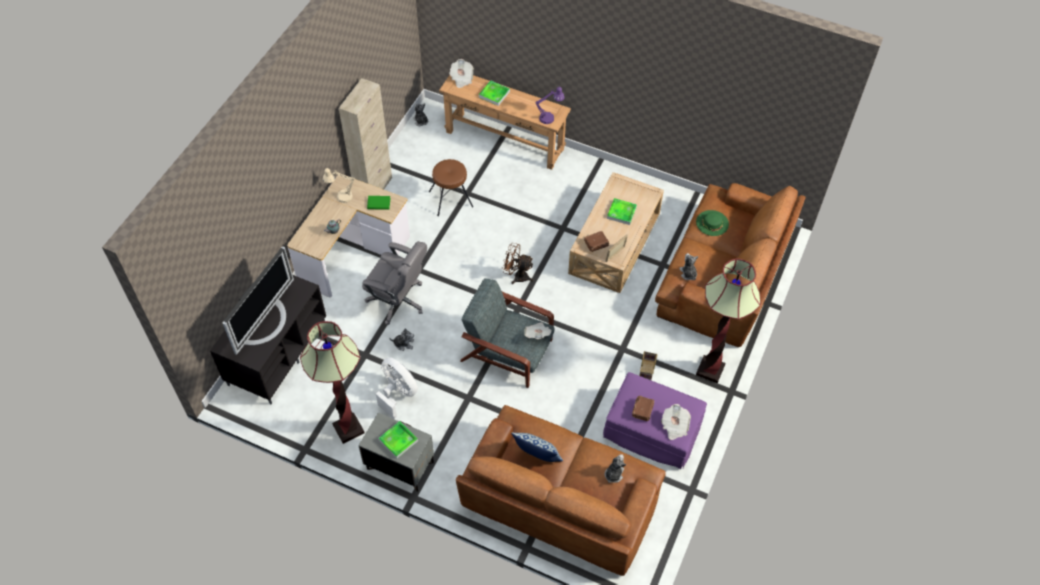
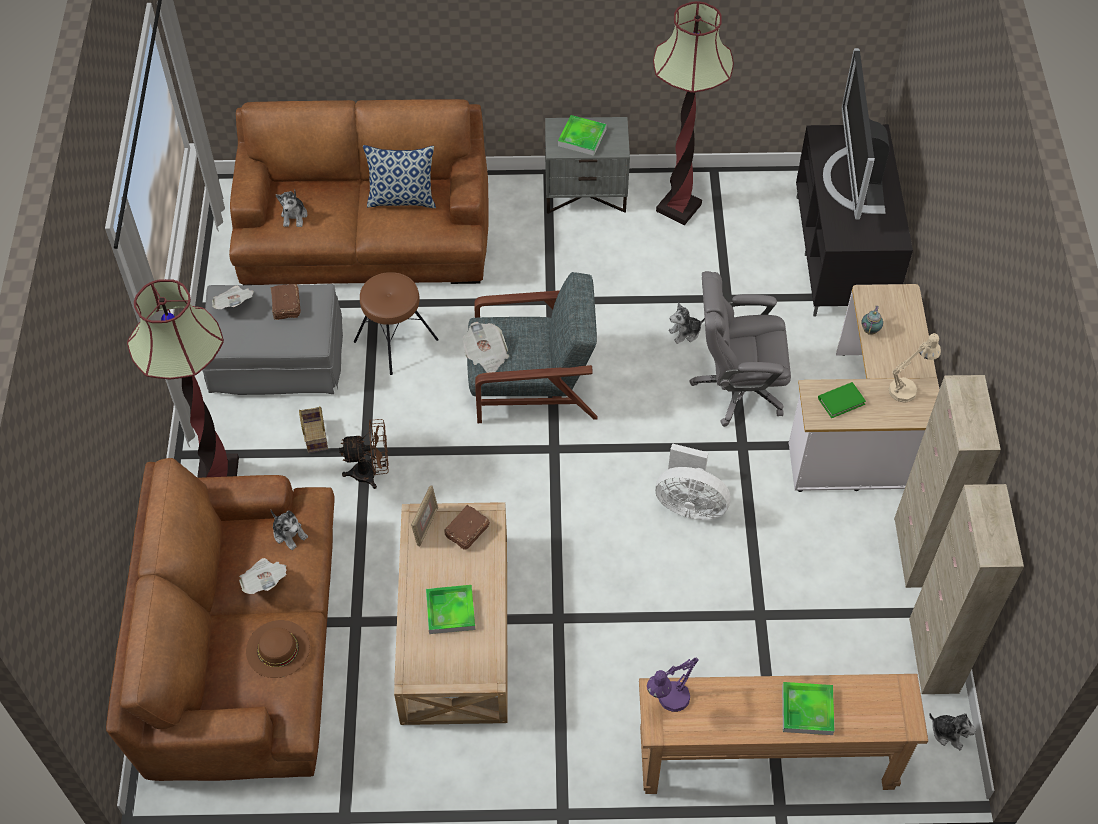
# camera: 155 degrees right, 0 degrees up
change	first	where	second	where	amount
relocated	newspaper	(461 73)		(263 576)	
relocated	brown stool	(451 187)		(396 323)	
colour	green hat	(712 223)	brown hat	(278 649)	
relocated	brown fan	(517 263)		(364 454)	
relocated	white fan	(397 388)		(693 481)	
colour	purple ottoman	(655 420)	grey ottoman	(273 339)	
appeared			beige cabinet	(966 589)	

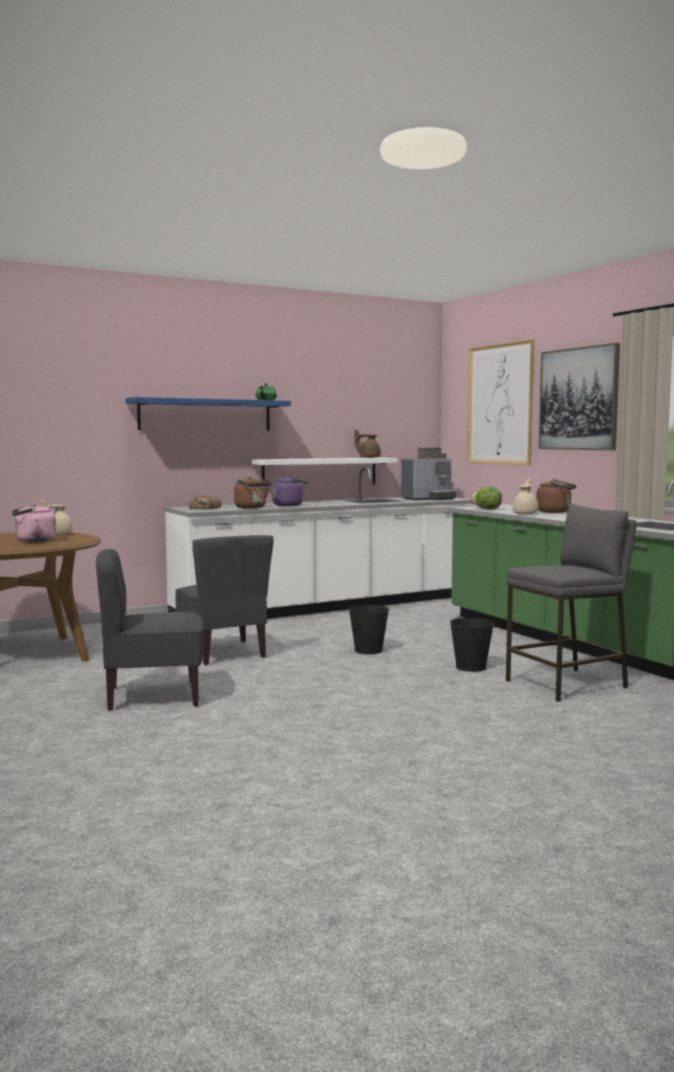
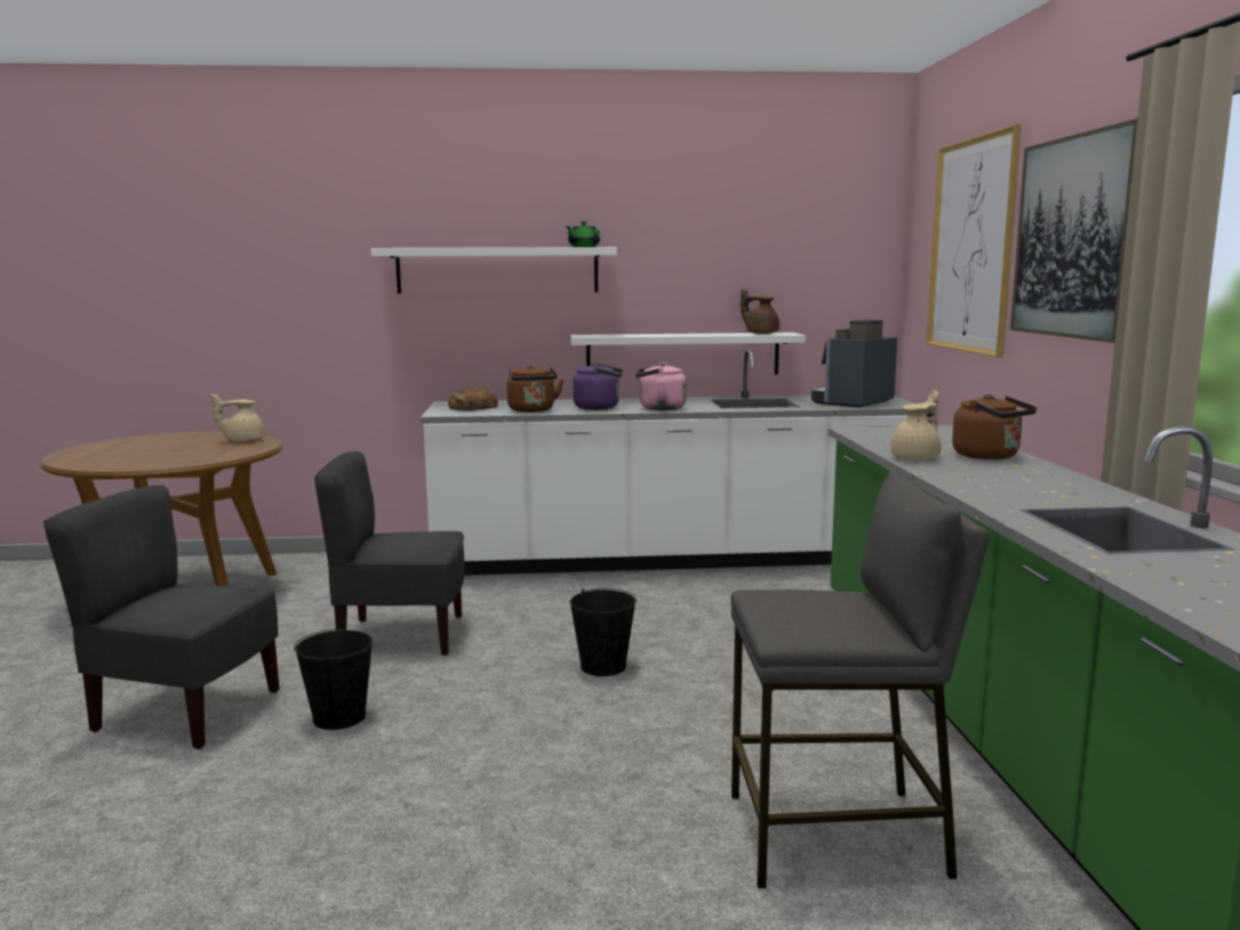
# camera: 25 degrees right, 5 degrees up
change	first	where	second	where	amount
colour	blue shelf	(208 414)	white shelf	(494 270)	
spun	coffee machine	(428 474)		(854 363)	135 degrees clockwise
missing	lettuce	(486 498)			
relocated	pink kettle	(34 523)		(661 386)	
spun	grey chair	(224 600)		(389 553)	90 degrees clockwise
relocated	black bucket	(472 644)		(333 678)	

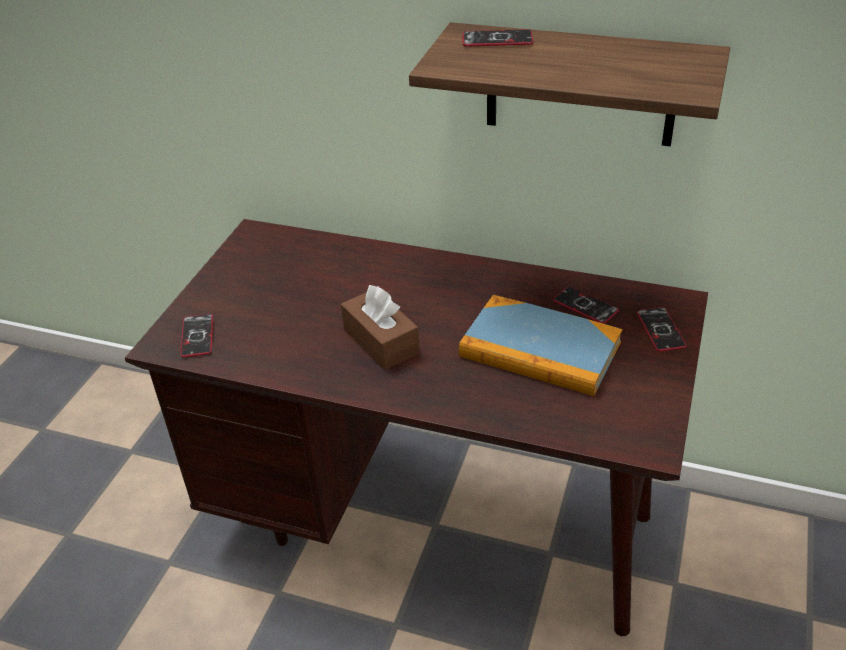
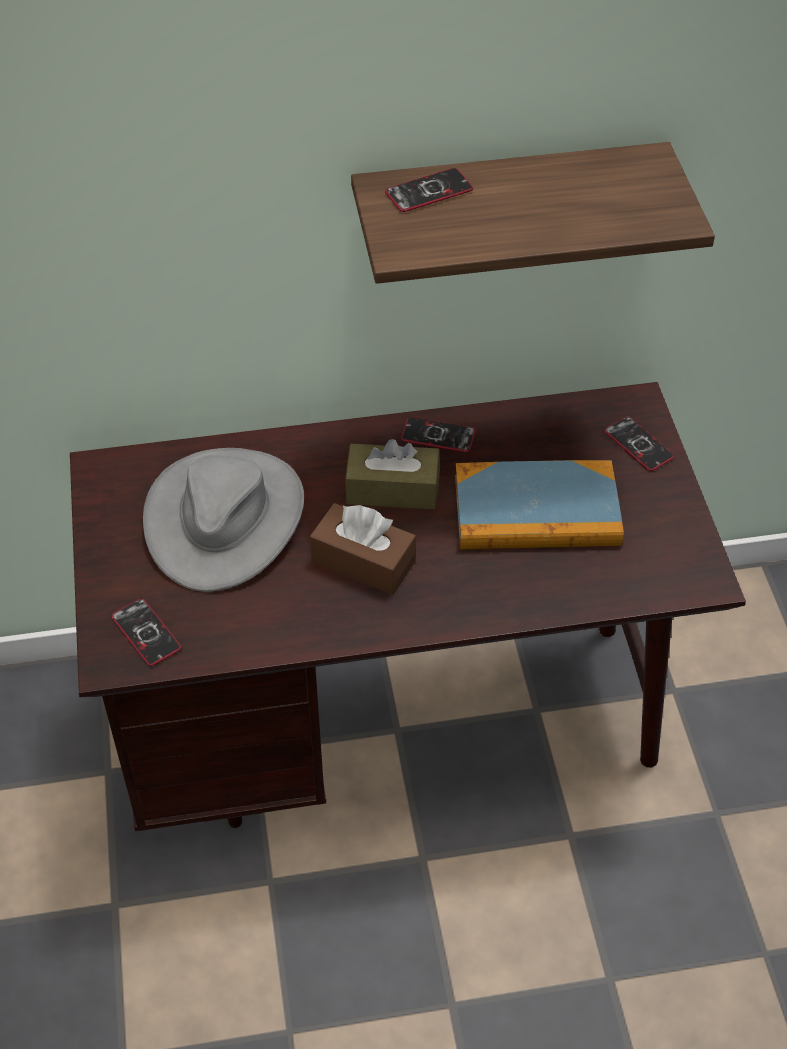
# camera: 30 degrees left, 10 degrees up
change	first	where	second	where	amount
relocated	phone	(586 305)		(438 434)	
appeared			brown tissue box	(392 474)	
appeared			grey hat	(223 520)	

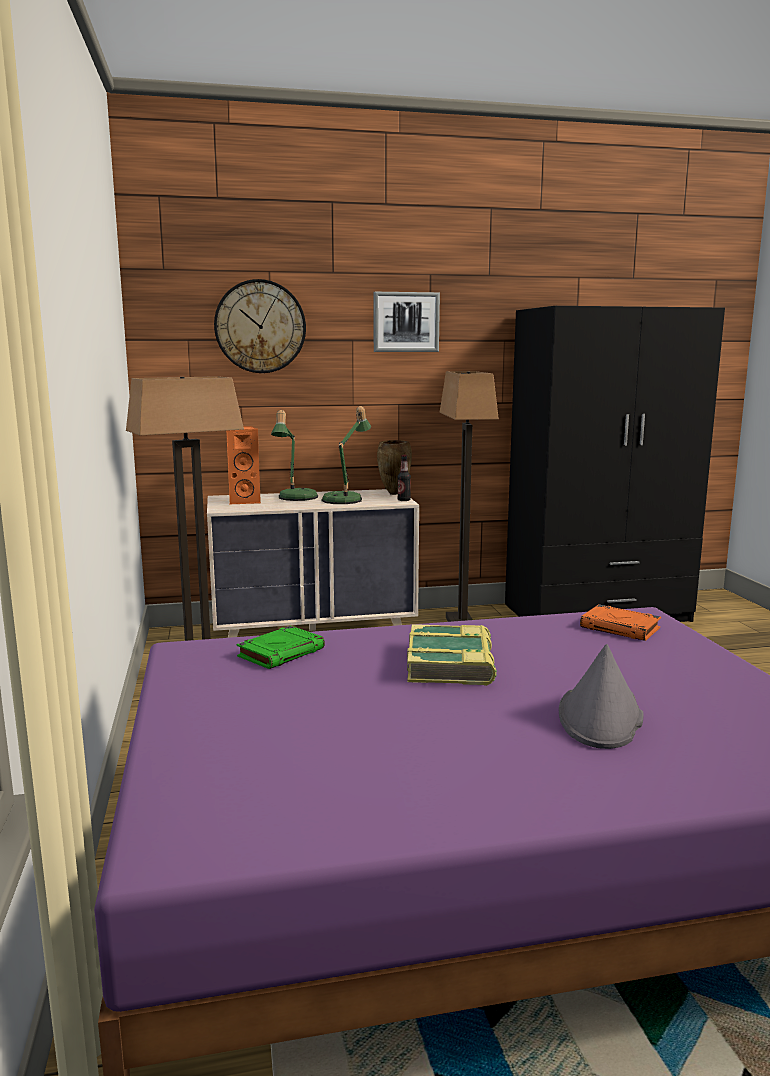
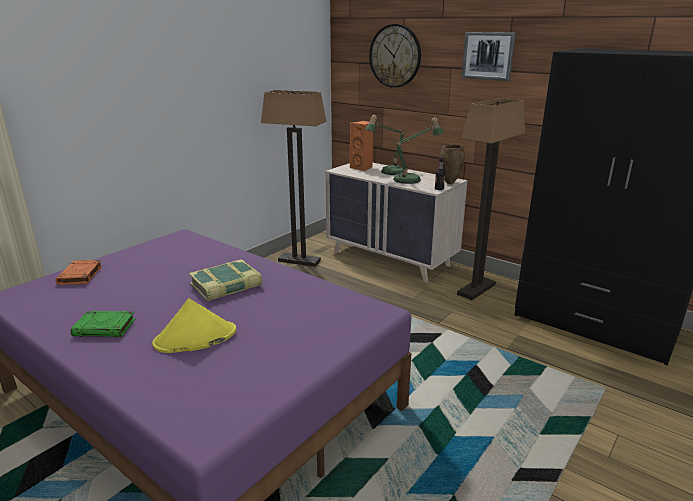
# camera: 50 degrees right, 10 degrees up
change	first	where	second	where	amount
relocated	orange book	(620 622)		(78 272)	
relocated	green book	(281 647)		(103 324)	
colour	grey hat	(601 696)	yellow hat	(194 326)	

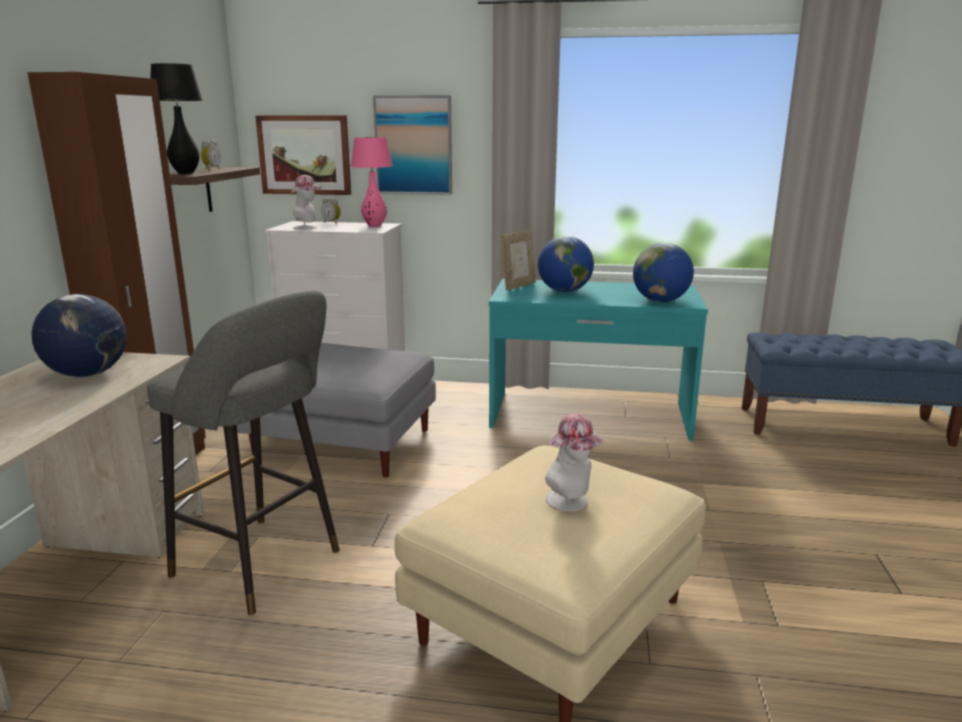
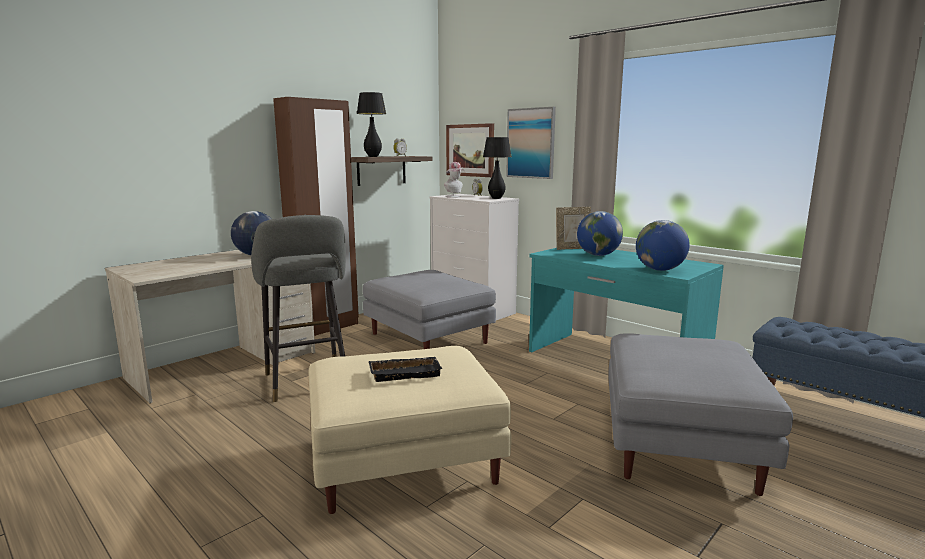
# camera: 35 degrees right, 5 degrees down
change	first	where	second	where	amount
colour	pink table lamp	(371 182)	black table lamp	(497 168)	
exchanged	hat	(575 462)	black tray	(405 369)	
appeared			grey ottoman	(700 414)	

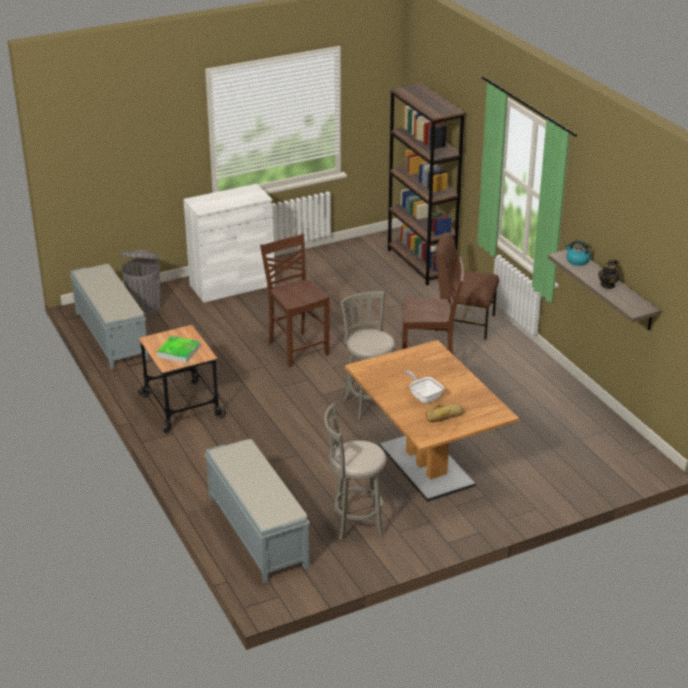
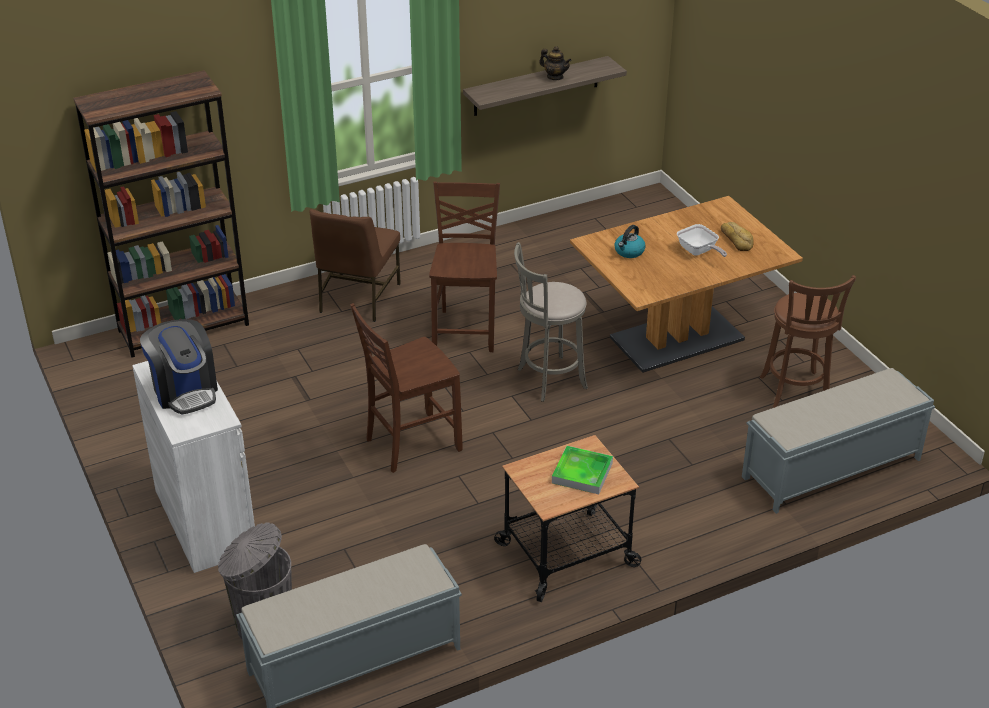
# camera: 90 degrees left, 5 degrees up
change	first	where	second	where	amount
relocated	kettle	(578 253)		(630 241)	
spun	frying pan	(424 387)		(702 240)	90 degrees counterclockwise
colour	grey stool	(355 472)	brown stool	(808 341)	
appeared			coffee machine	(179 367)	

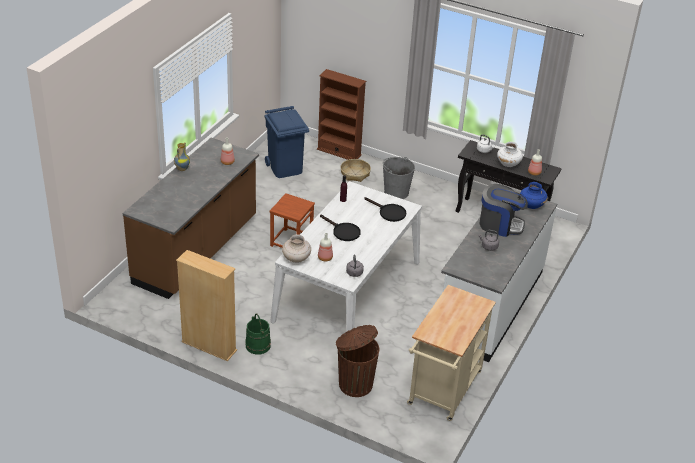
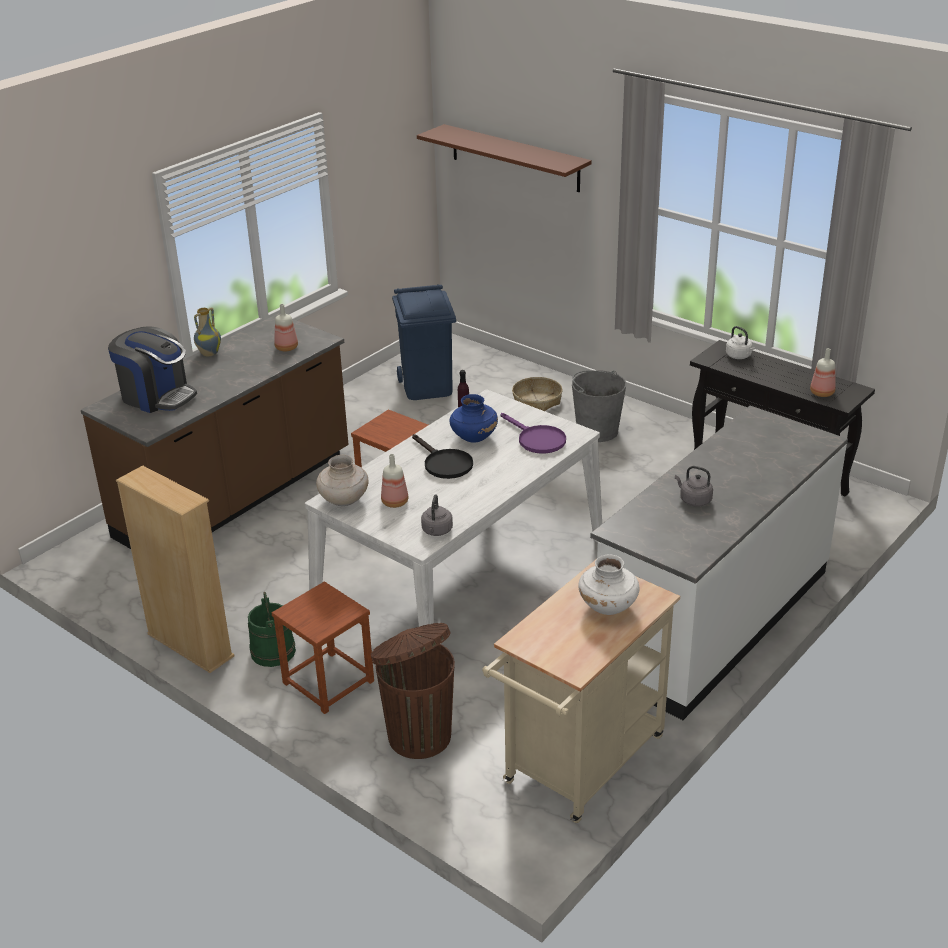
# camera: 15 degrees right, 5 degrees down
change	first	where	second	where	amount
missing	brown bookcase	(341 114)			
relocated	white vase	(510 154)		(609 584)	
relocated	blue vase	(534 195)		(474 418)	
relocated	coffee machine	(503 210)		(152 369)	
colour	black frying pan	(385 209)	purple frying pan	(533 433)	
appeared			brown shelf	(504 158)	
appeared			brown stool	(323 647)	

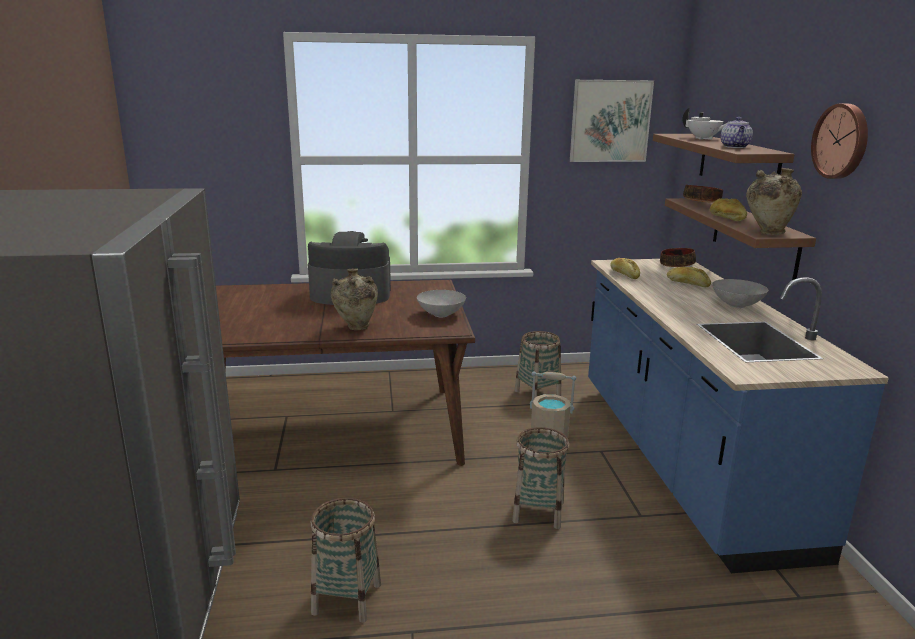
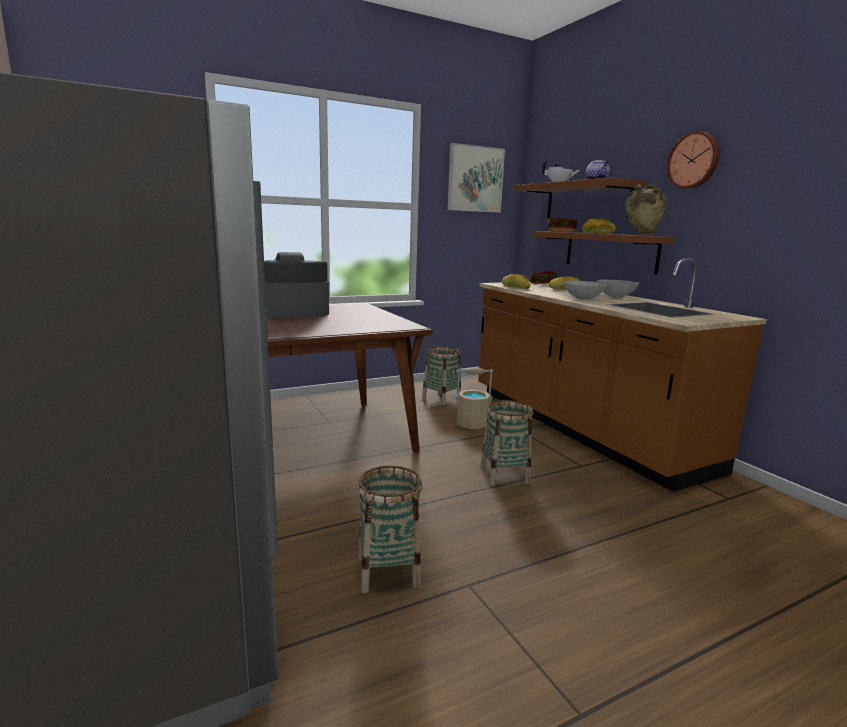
# camera: 20 degrees left, 5 degrees down
change	first	where	second	where	amount
colour	blue counter	(738 416)	brown counter	(622 375)	
missing	beige vase	(354 299)			
relocated	grey bowl	(441 303)		(585 290)	

